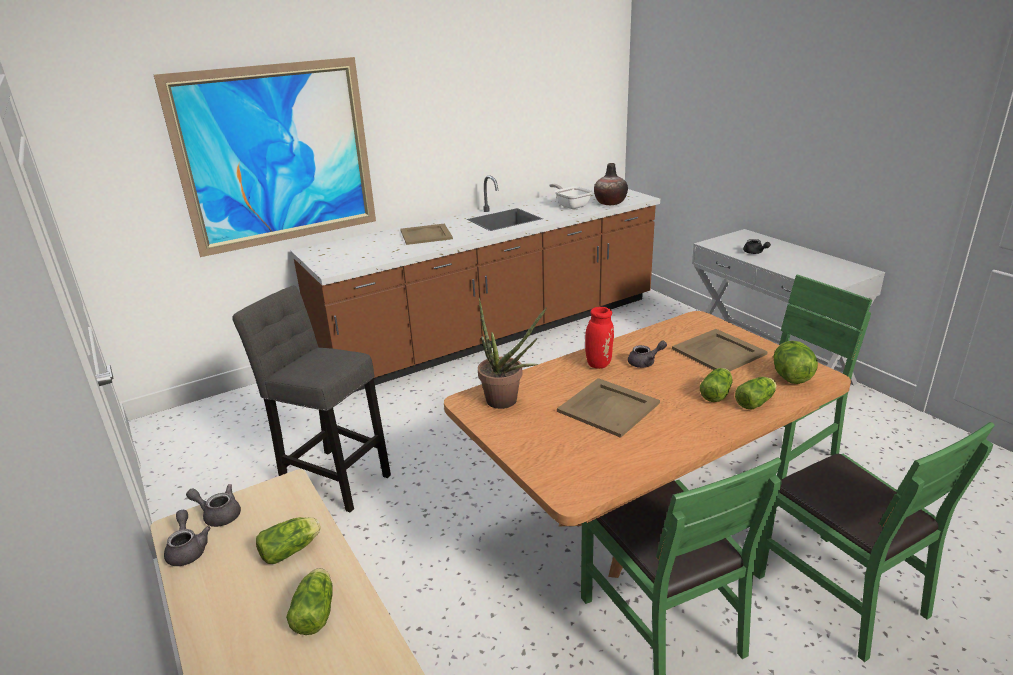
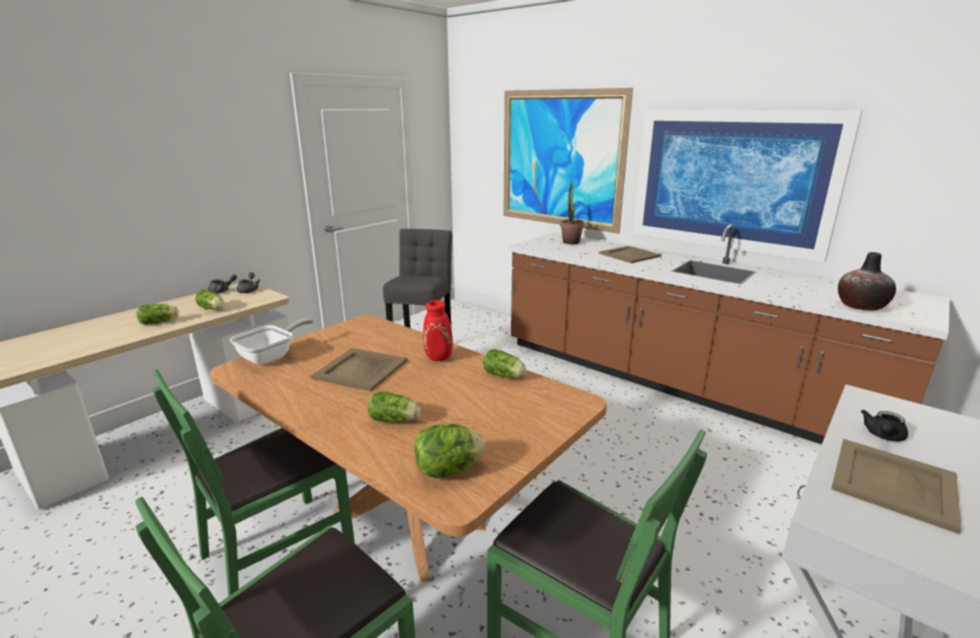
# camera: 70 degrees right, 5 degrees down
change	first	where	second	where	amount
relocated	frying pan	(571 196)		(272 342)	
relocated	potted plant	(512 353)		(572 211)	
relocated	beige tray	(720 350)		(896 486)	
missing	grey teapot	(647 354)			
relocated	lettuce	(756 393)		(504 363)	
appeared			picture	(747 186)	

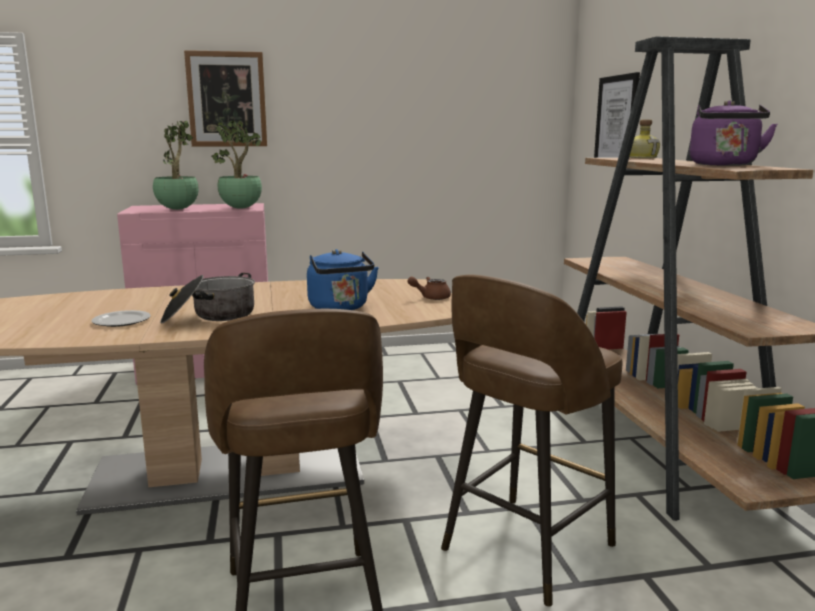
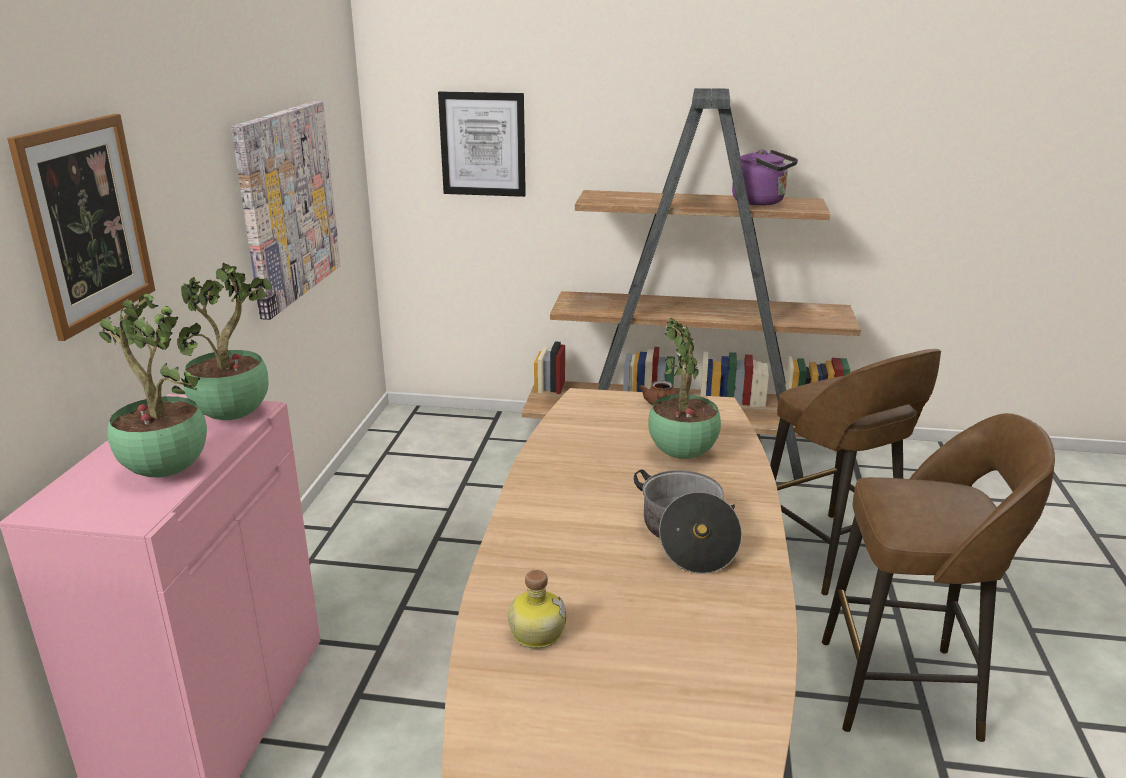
# camera: 70 degrees left, 10 degrees up
change	first	where	second	where	amount
relocated	bottle	(644 138)		(537 609)	
exchanged	blue kettle	(343 279)	potted plant	(684 388)	
missing	plate	(121 318)			
appeared			picture	(286 210)	

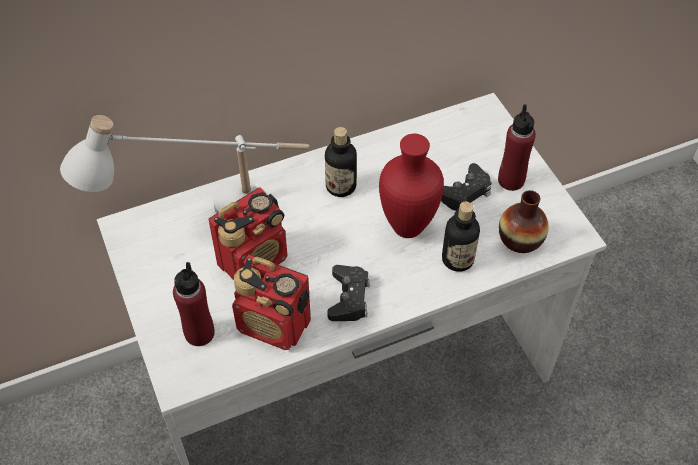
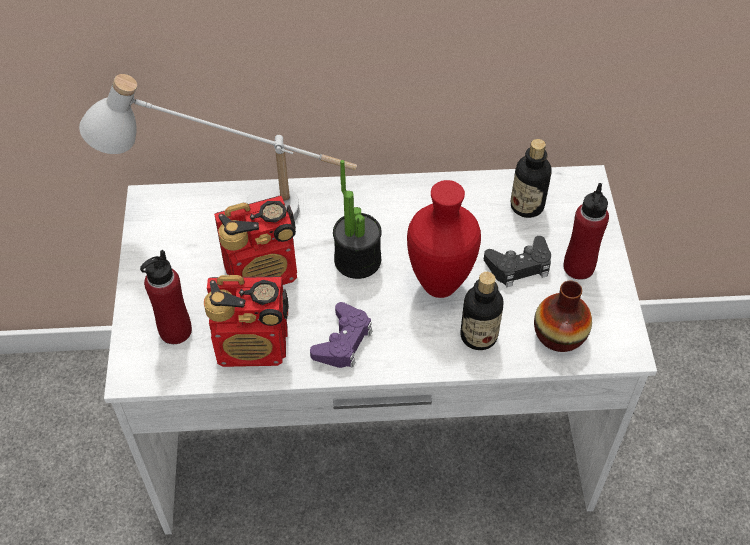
# camera: 20 degrees right, 0 degrees up
change	first	where	second	where	amount
relocated	bottle	(341 162)		(531 178)	
spun	radio	(271 302)		(246 321)	45 degrees counterclockwise
colour	black game controller	(348 293)	purple game controller	(341 335)	
appeared			potted plant	(357 219)	

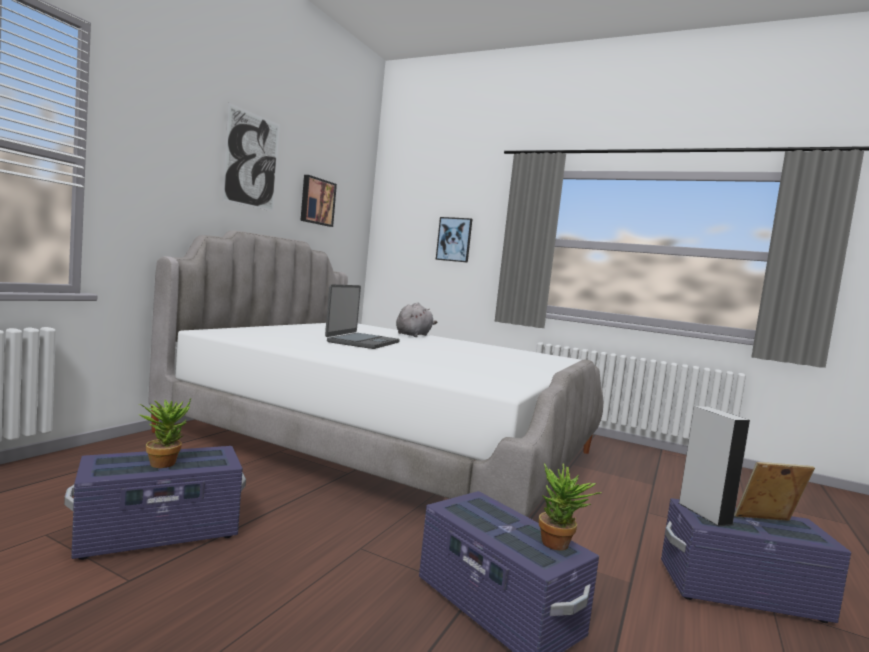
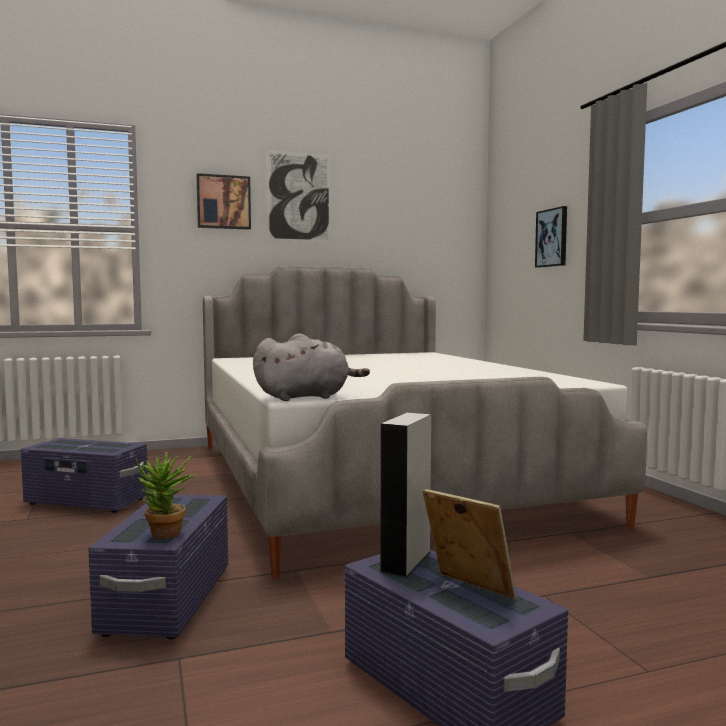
# camera: 45 degrees right, 0 degrees up
change	first	where	second	where	amount
relocated	picture	(318 201)		(224 201)	
missing	laptop	(362 316)			
relocated	grey plush toy	(416 319)		(311 367)	
missing	potted plant	(164 433)			

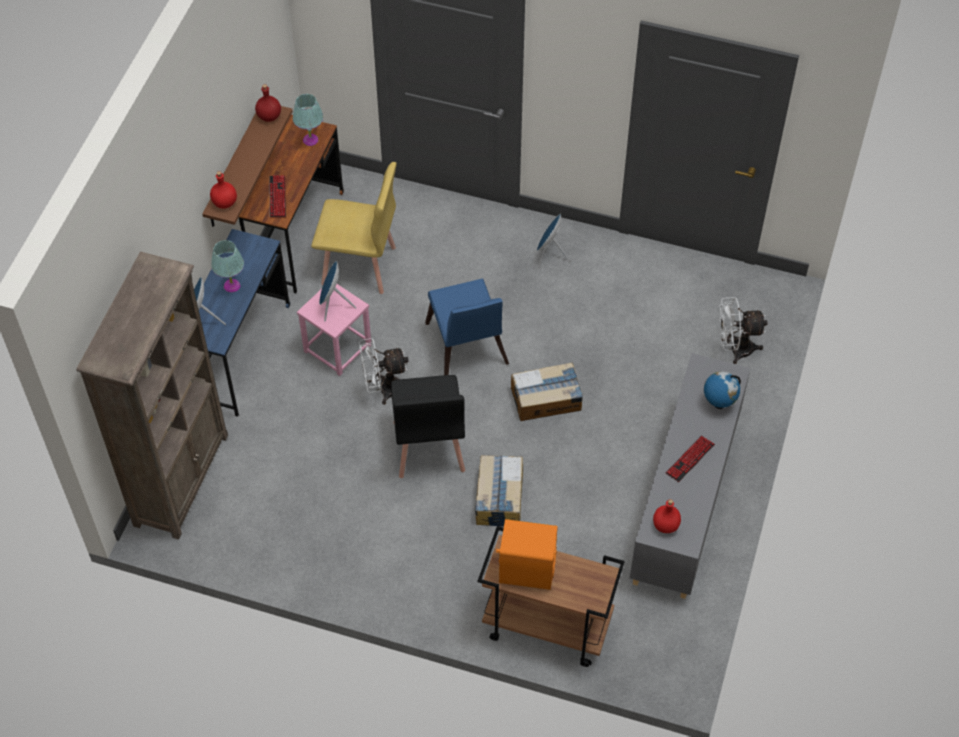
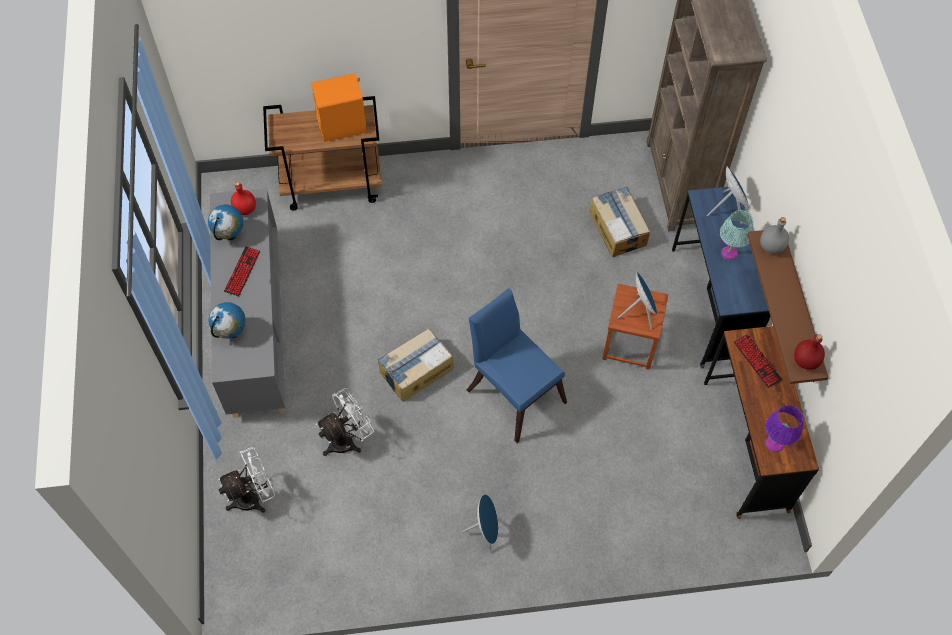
# camera: 155 degrees right, 5 degrees up
change	first	where	second	where	amount
colour	turquoise table lamp	(308 120)	purple table lamp	(784 429)	
missing	yellow chair	(354 228)			
colour	red bottle	(223 190)	grey bottle	(774 235)	
colour	pink stool	(334 330)	brown stool	(635 327)	
relocated	white fan	(384 371)		(345 422)	
missing	black chair	(428 426)			
relocated	cardboard box	(499 491)		(619 221)	
appeared			globe	(225 222)	

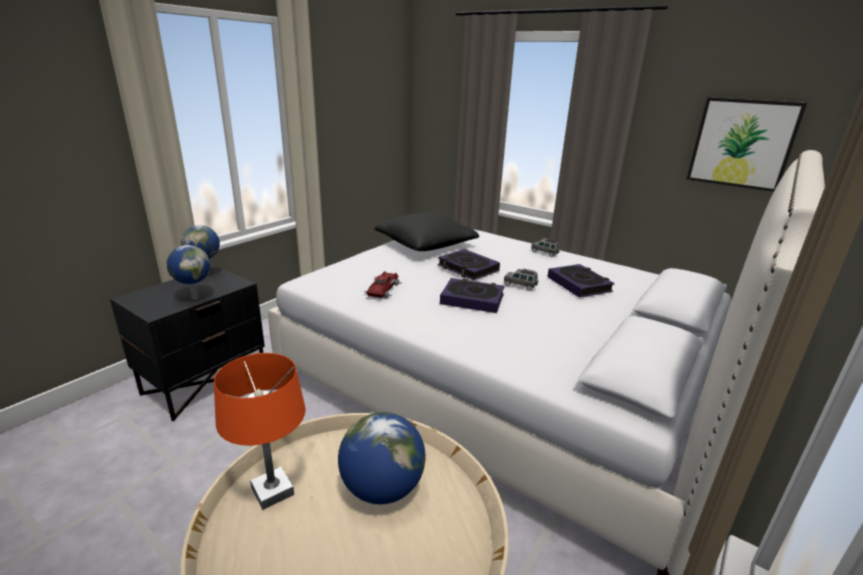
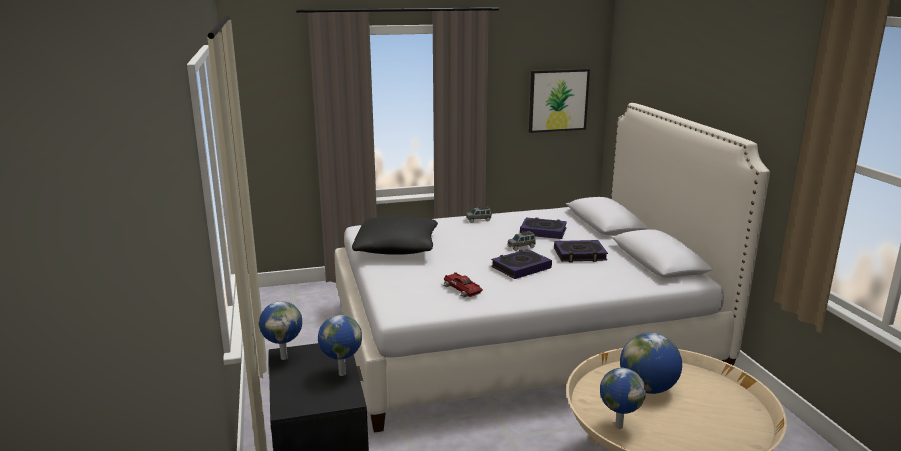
# camera: 50 degrees left, 5 degrees down
change	first	where	second	where	amount
relocated	book	(469 264)		(581 251)	
exchanged	orange table lamp	(260 431)	globe	(623 398)	

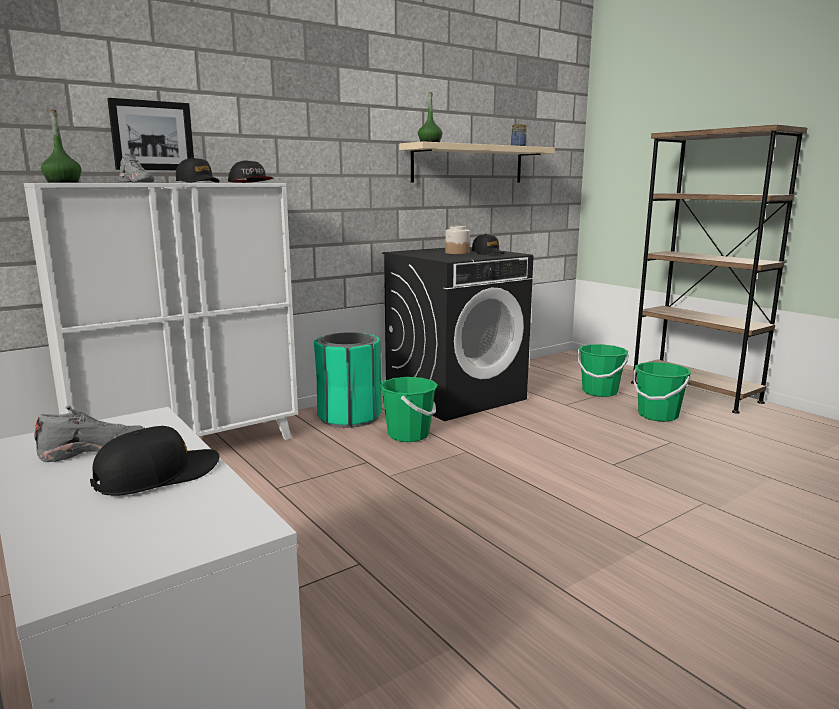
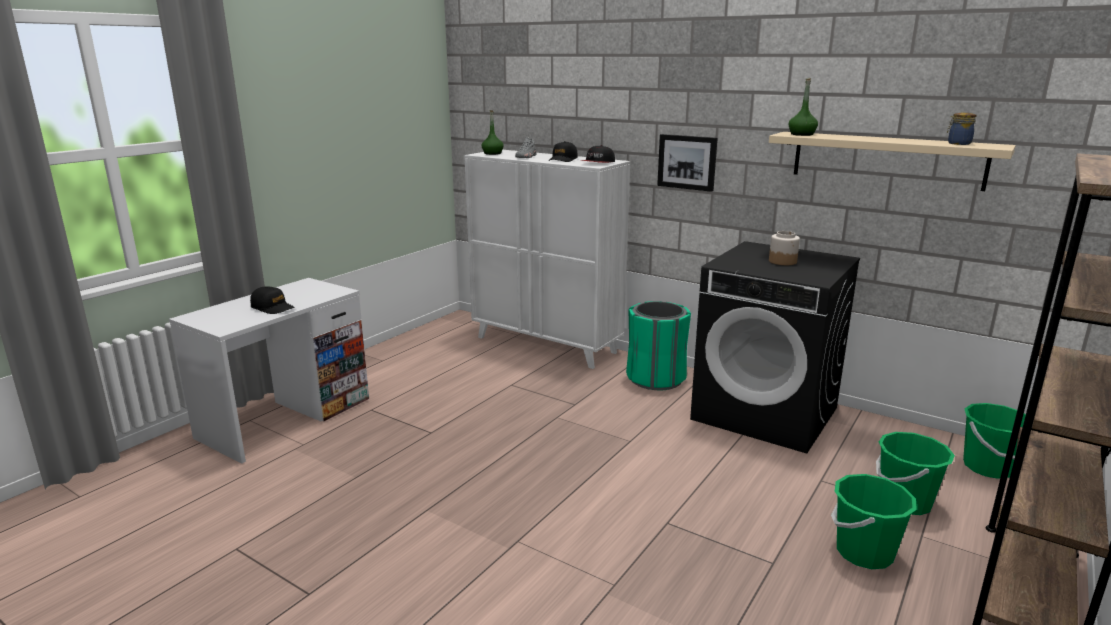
# camera: 70 degrees right, 5 degrees up
change	first	where	second	where	amount
relocated	picture	(150 134)		(687 163)	
missing	black cap	(488 244)			
relocated	green bucket	(408 409)		(994 441)	
missing	grey shoe	(89 433)			

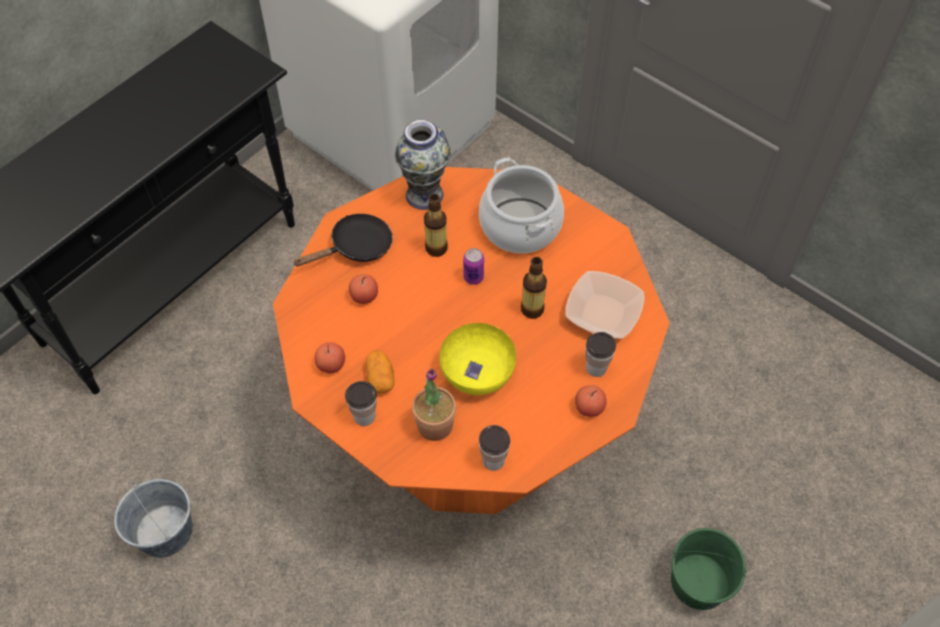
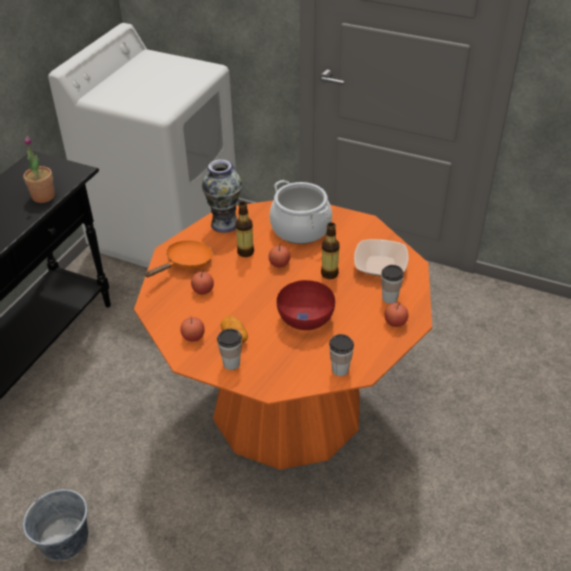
# camera: 15 degrees left, 15 degrees down
change	first	where	second	where	amount
colour	black frying pan	(343 240)	orange frying pan	(178 258)	
exchanged	can	(473 266)	apple	(279 256)	
colour	yellow bowl	(478 359)	red bowl	(306 305)	
relocated	potted plant	(434 405)		(39 169)	
missing	green bucket	(708 569)			

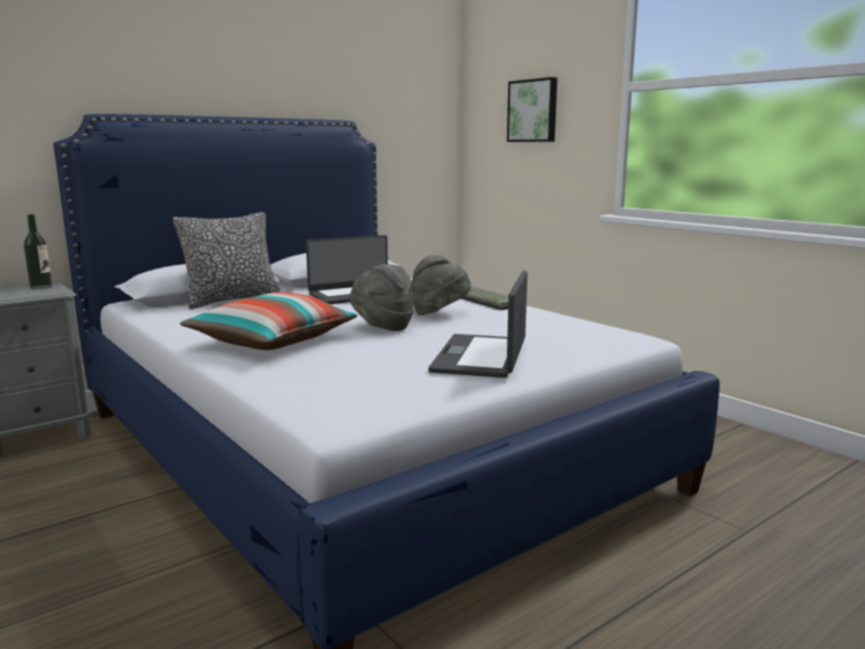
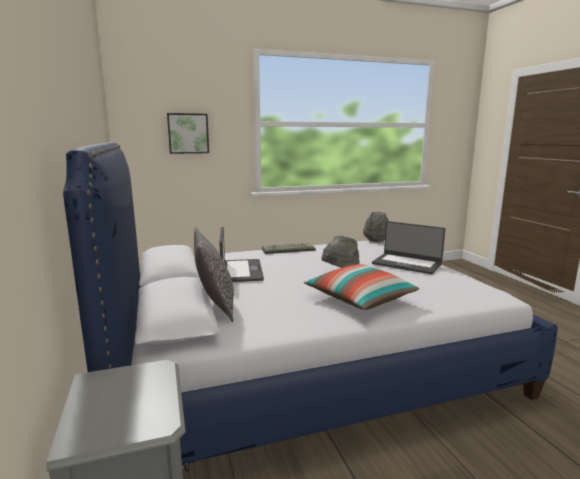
# camera: 70 degrees left, 0 degrees up
change	first	where	second	where	amount
missing	bottle	(38 251)			
relocated	grey hat	(441 285)		(376 226)	

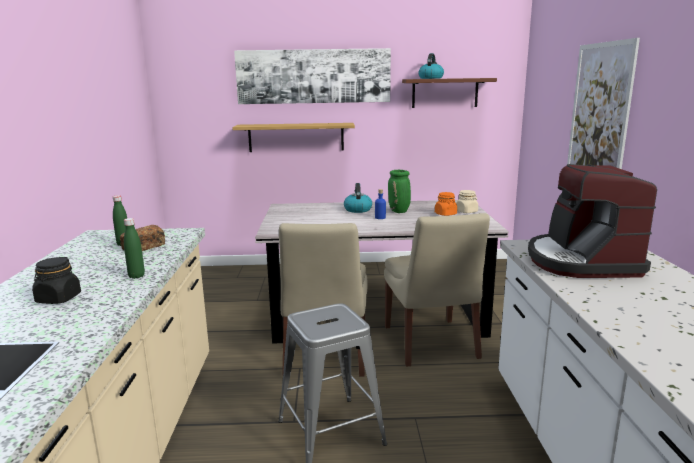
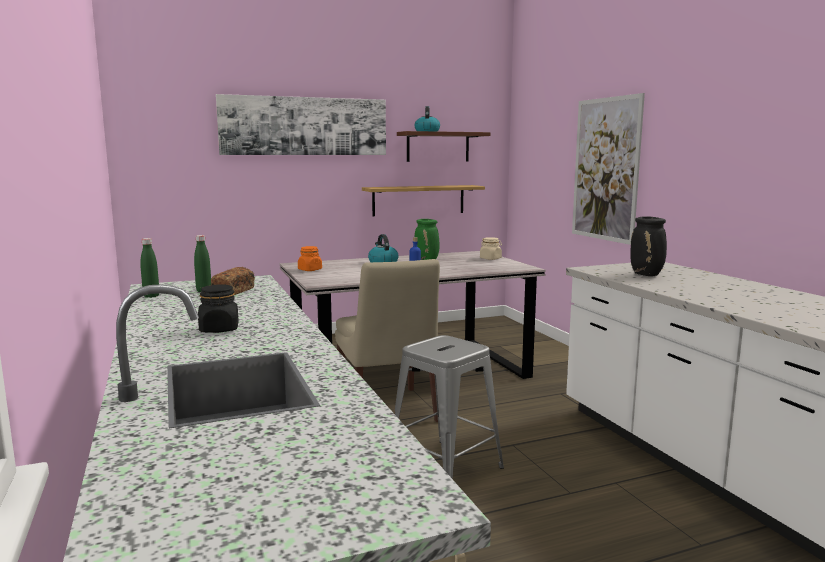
# camera: 20 degrees left, 5 degrees down
change	first	where	second	where	amount
relocated	shelf	(293 137)		(423 200)	
exchanged	coffee machine	(592 221)	black vase	(648 246)	
relocated	orange jar	(446 204)		(310 258)	
missing	beige chair	(437 289)			
relocated	green bottle	(134 248)		(149 268)	

